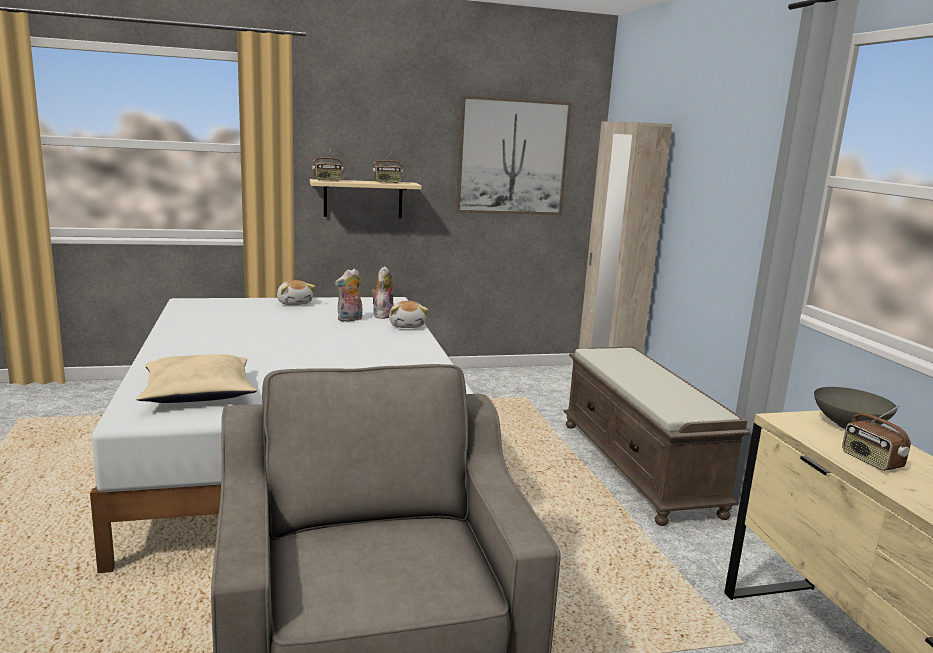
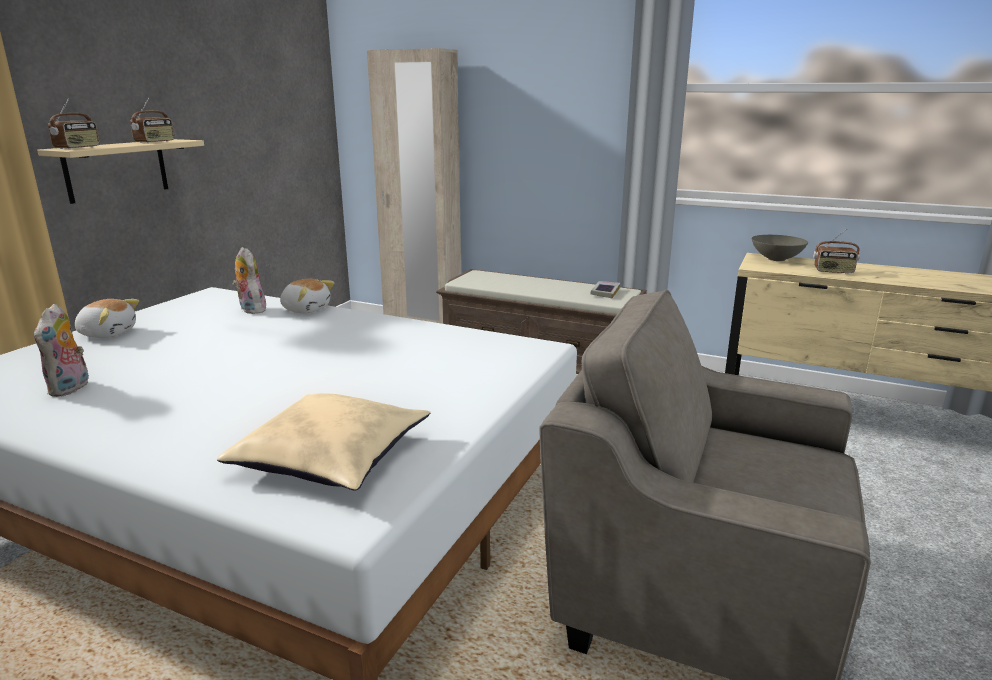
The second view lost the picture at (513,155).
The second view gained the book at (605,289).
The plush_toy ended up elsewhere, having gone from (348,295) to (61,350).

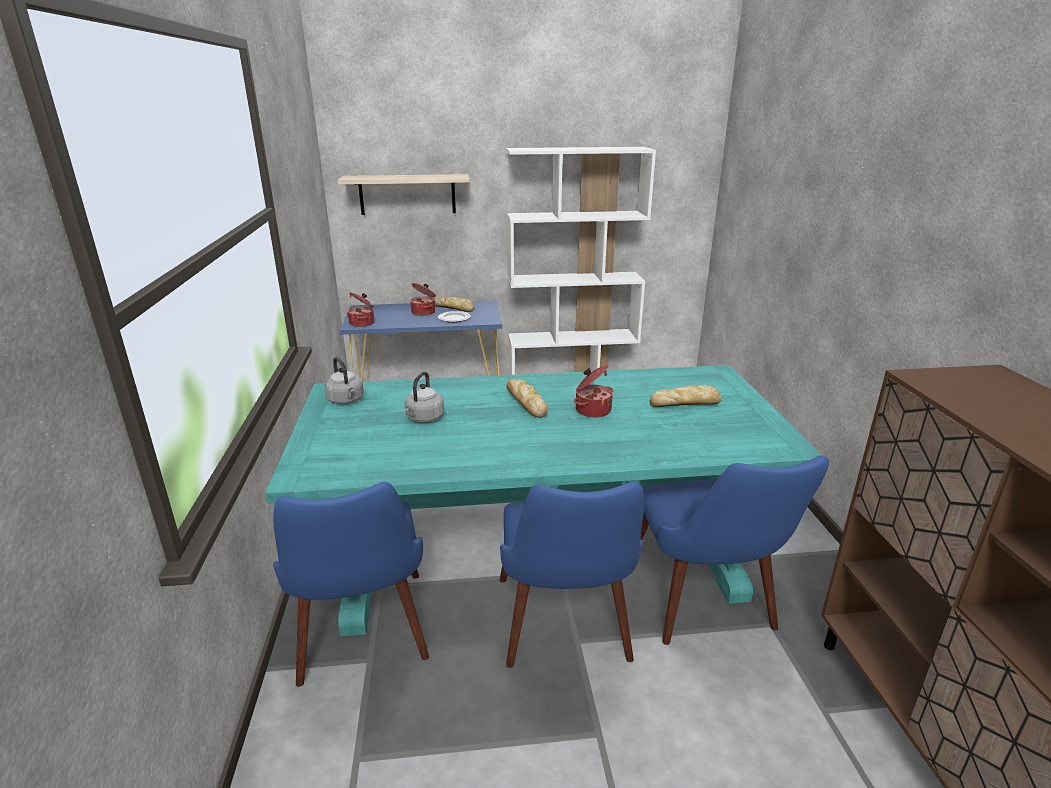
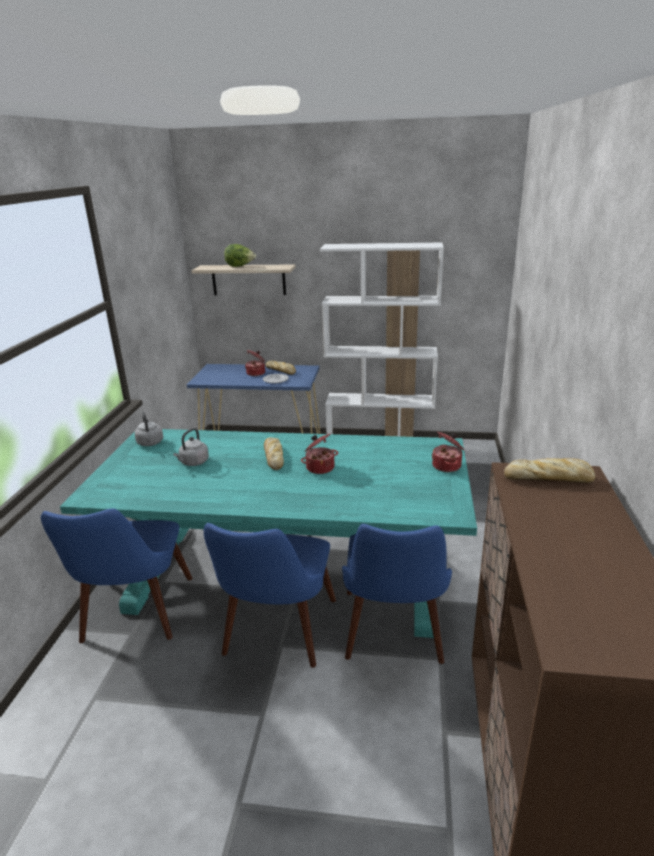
The second view gained the lettuce at (240,255).
The cooking_pot ended up elsewhere, having gone from (360,309) to (448,452).
The bread ended up elsewhere, having gone from (685,396) to (549,470).

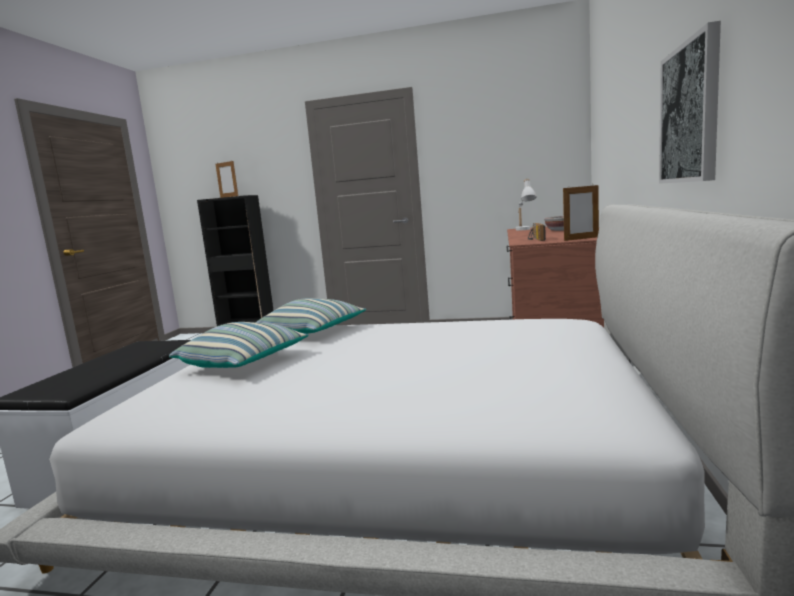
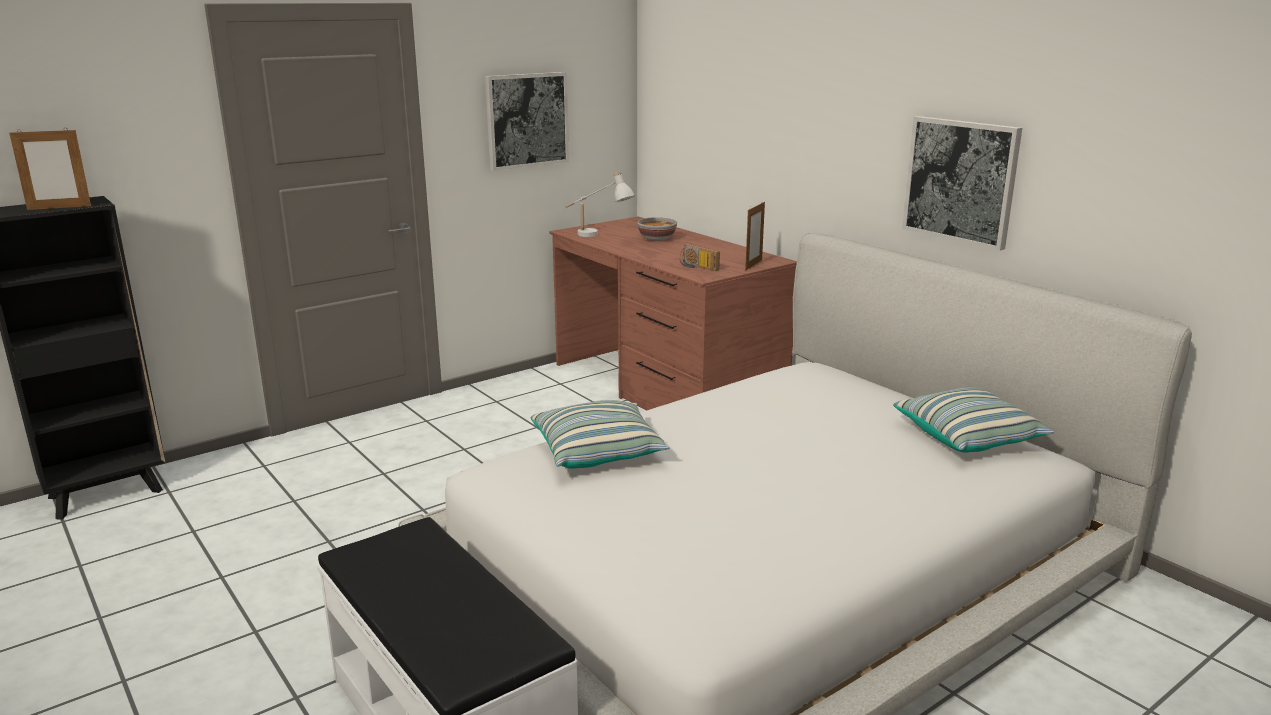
The second view gained the picture at (527,121).
The pillow ended up elsewhere, having gone from (239,345) to (974,420).

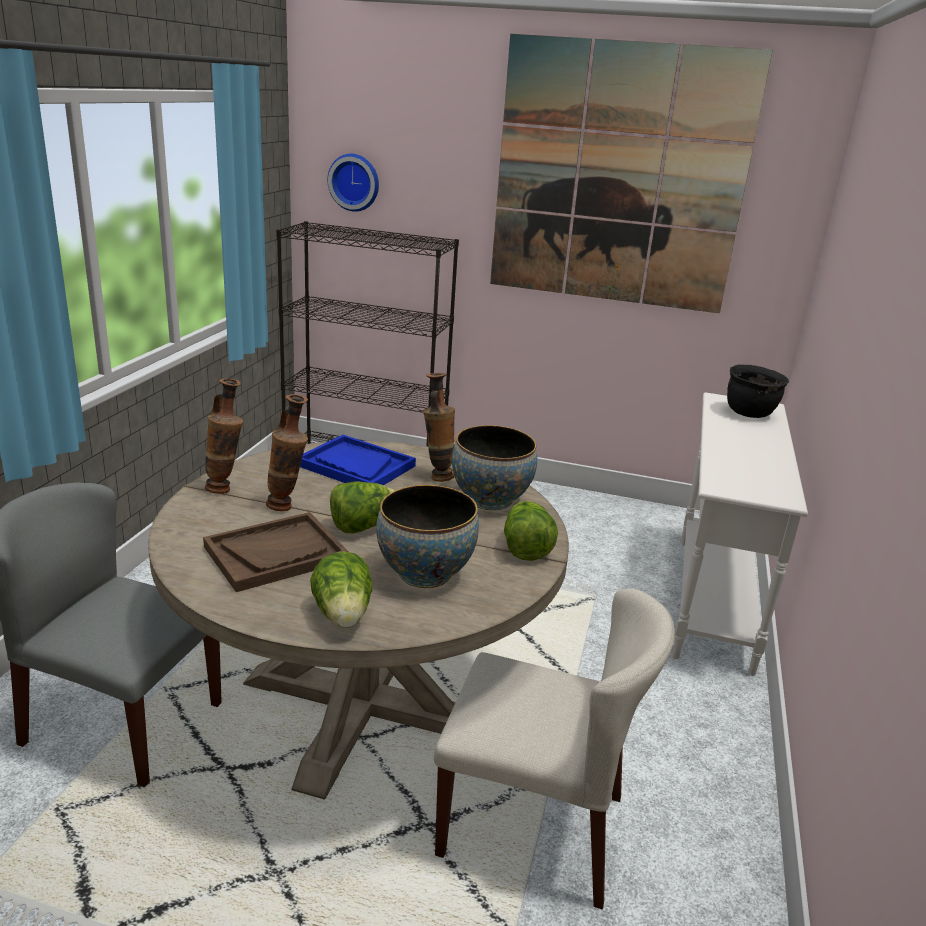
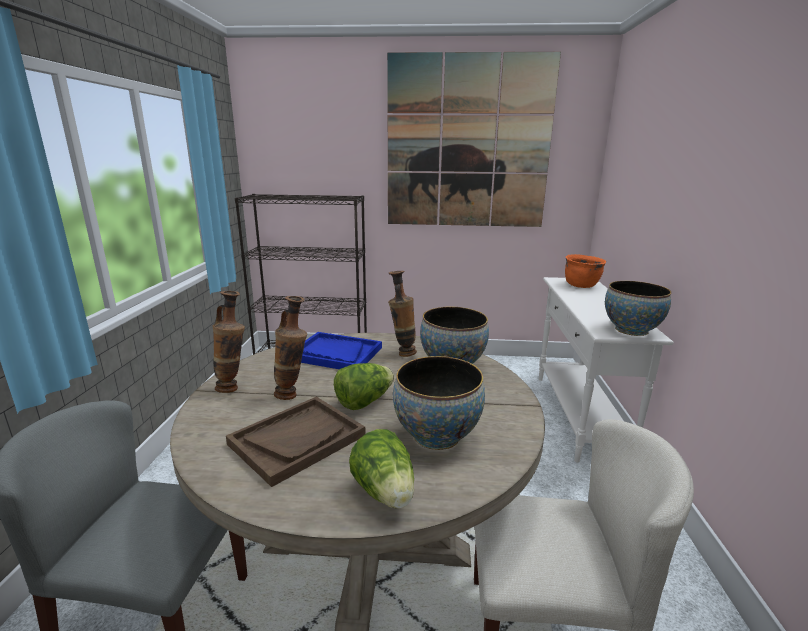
The second view lost the wall_clock at (353,183).
The second view lost the lettuce at (531,531).
The second view gained the bowl at (638,308).
What was the black_cooking_pot at (758,391) turned into the orange_cooking_pot at (585,271).

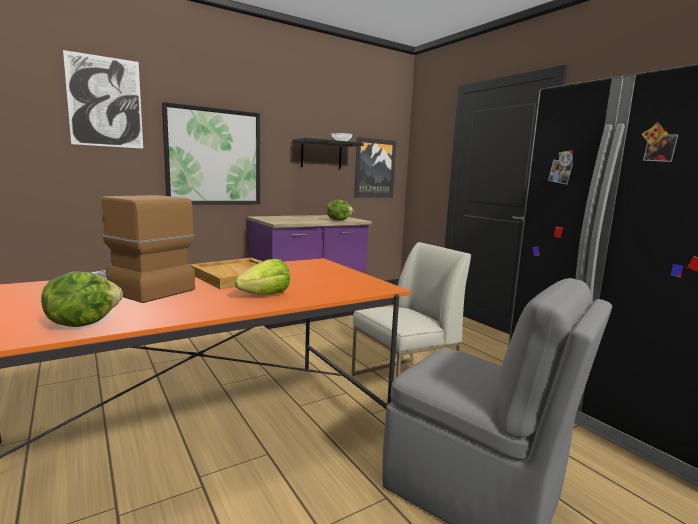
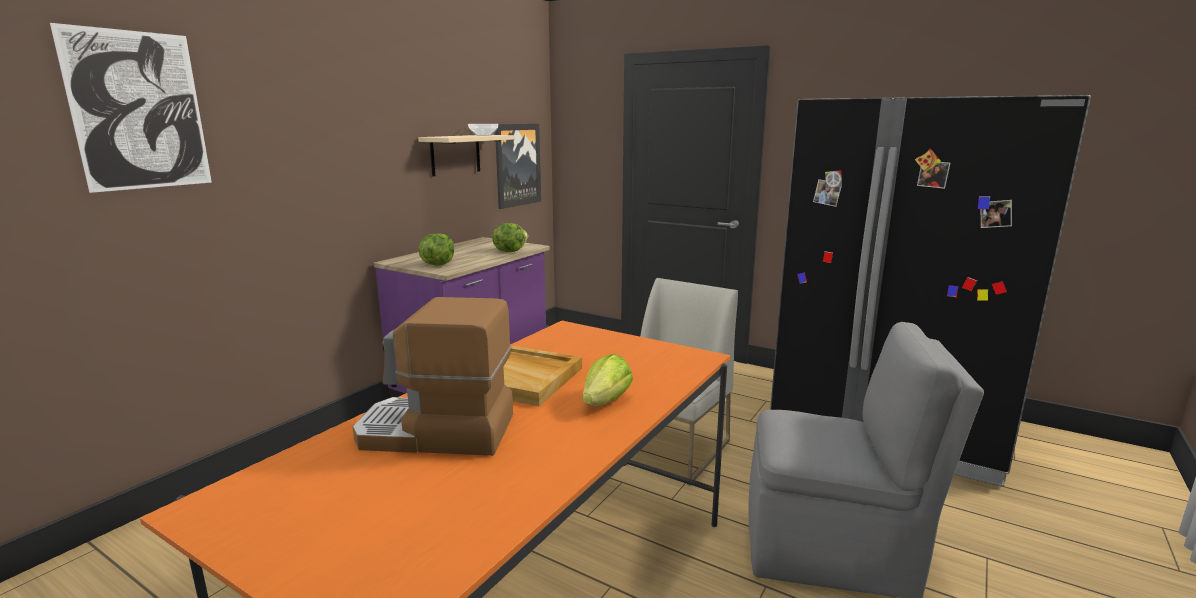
The second view lost the picture at (211,153).
The lettuce ended up elsewhere, having gone from (82,299) to (436,249).
What was the black_shelf at (328,153) turned into the beige_shelf at (466,155).

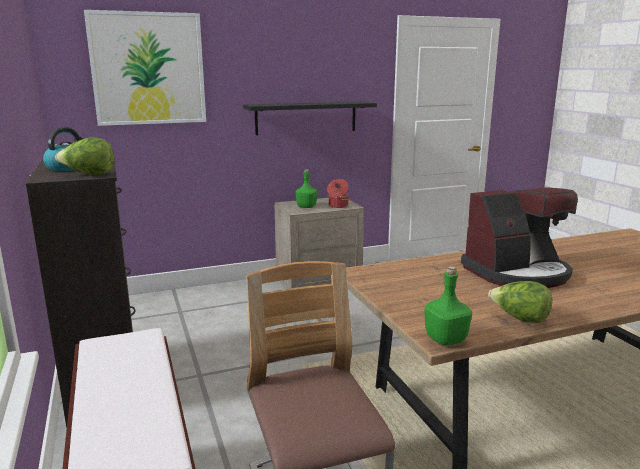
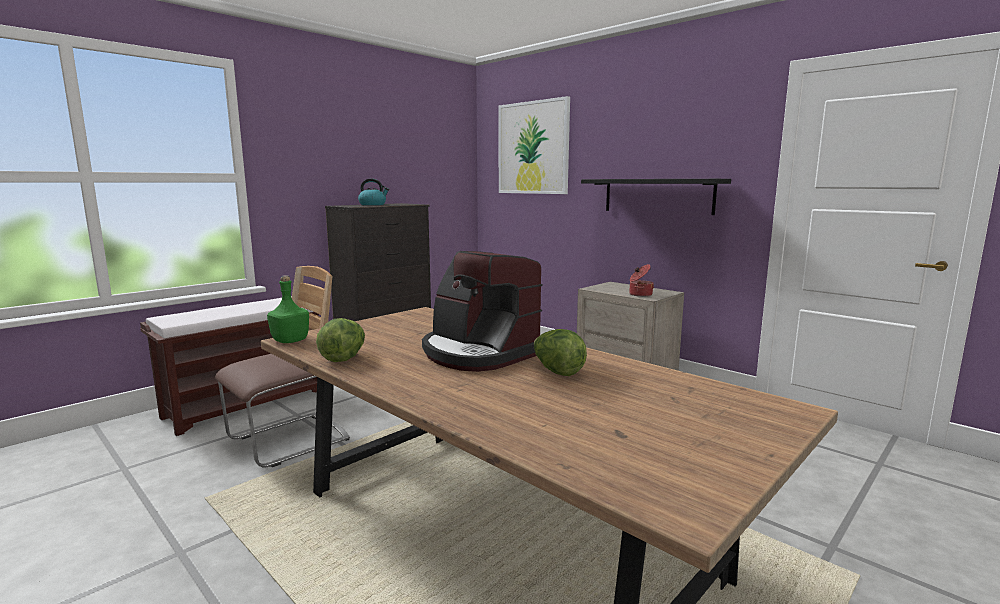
The second view lost the green_bottle at (307,188).
The lettuce ended up elsewhere, having gone from (84,156) to (560,352).

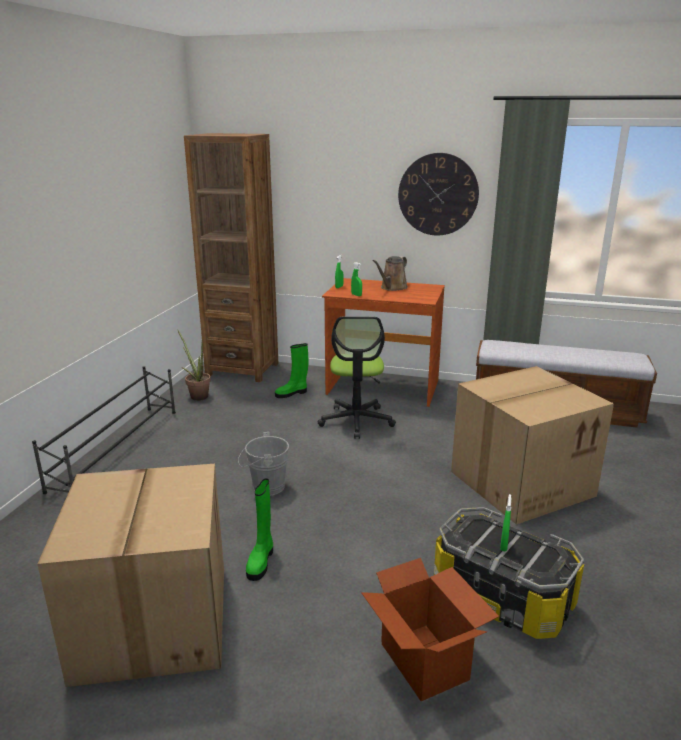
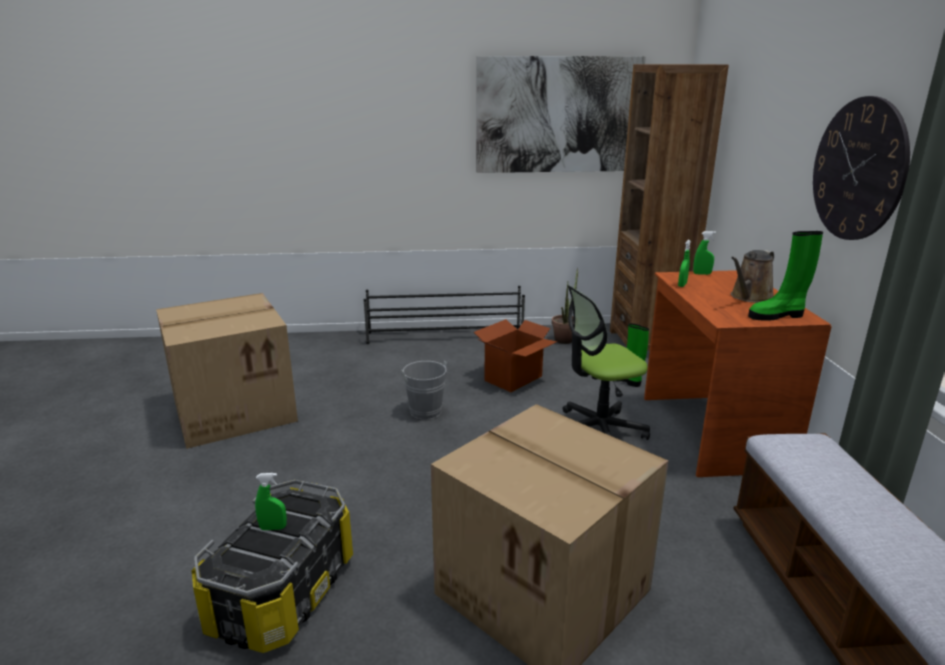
The second view gained the picture at (561,114).
The green_boot ended up elsewhere, having gone from (259,529) to (785,276).
The cardboard_box ended up elsewhere, having gone from (430,629) to (515,355).
The brown_watering_can at (390,273) ended up facing another way, 60 degrees counterclockwise from before.

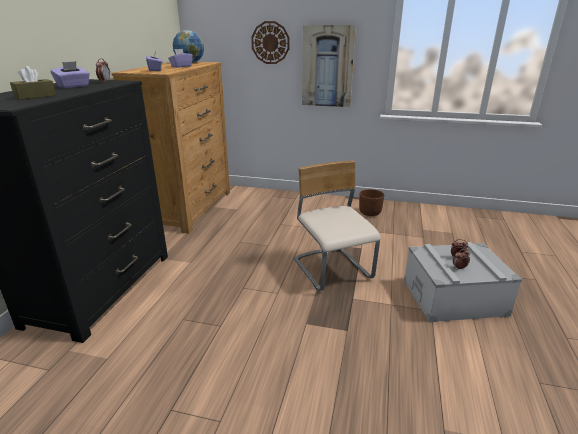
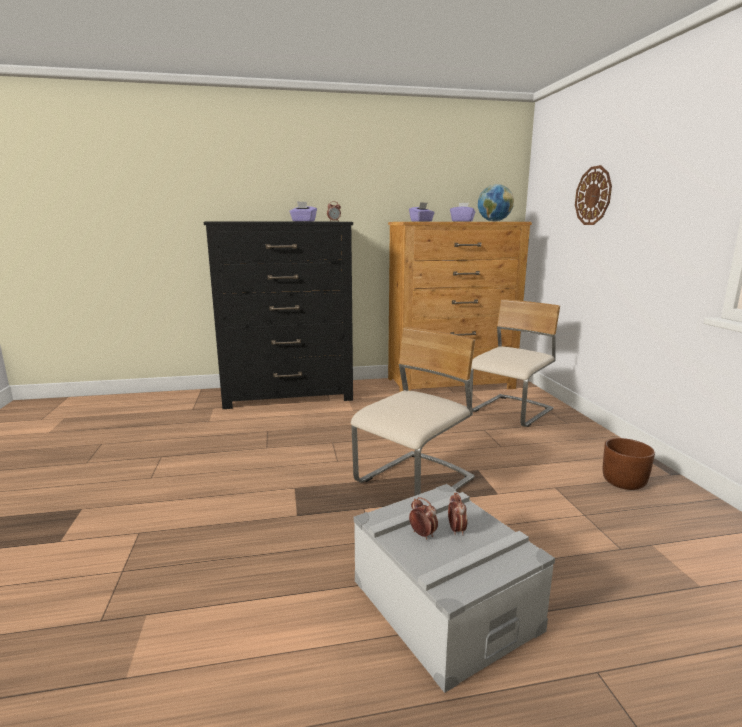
The second view lost the brown_tissue_box at (33,83).
The second view lost the picture at (329,66).
The second view gained the beige_chair at (515,363).

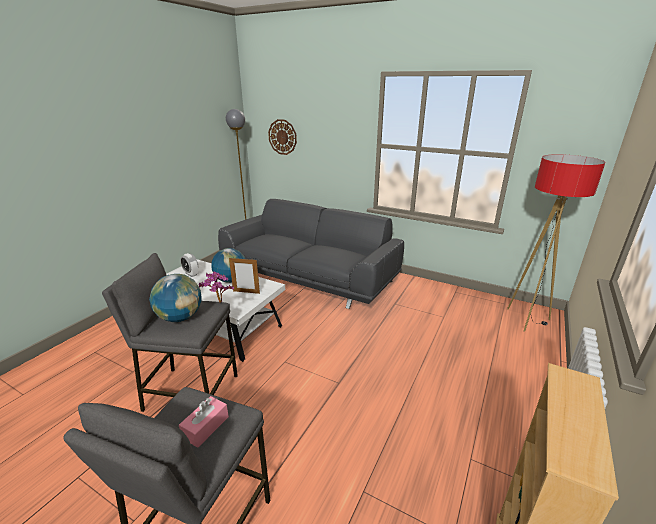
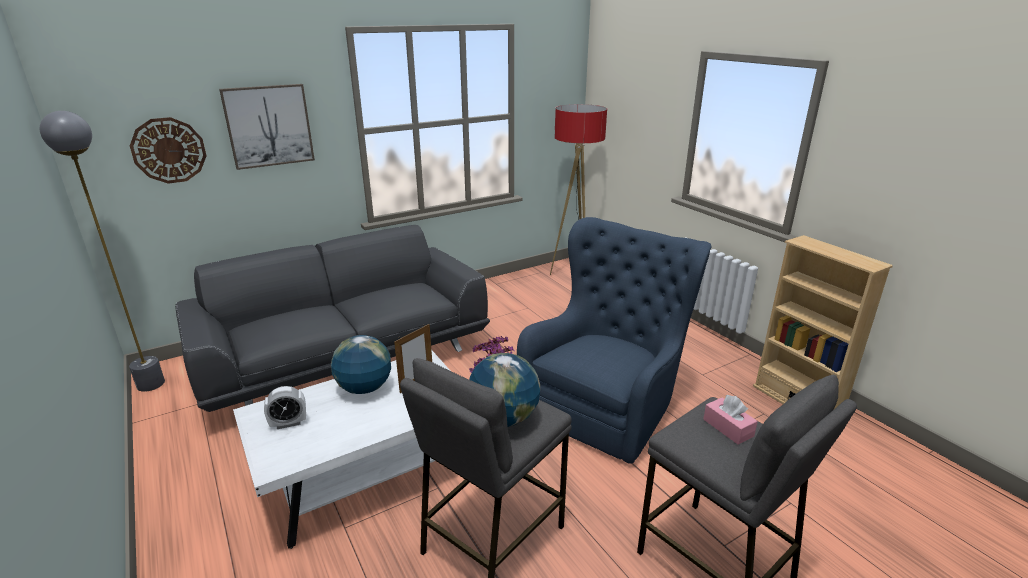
The second view gained the picture at (267,127).
The second view gained the blue_armchair at (614,340).

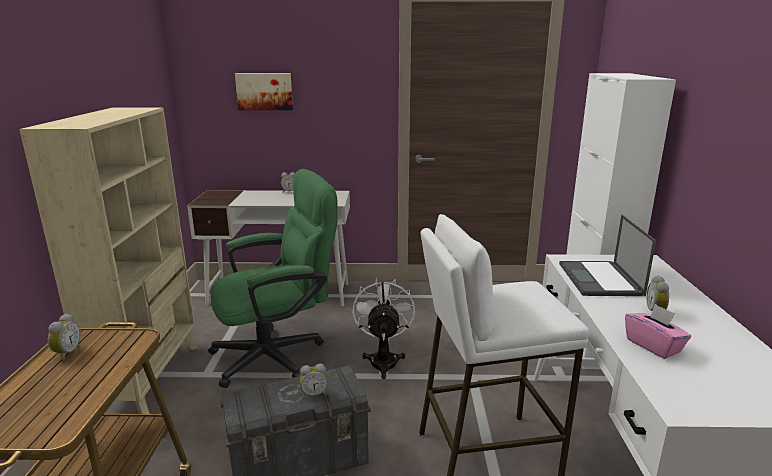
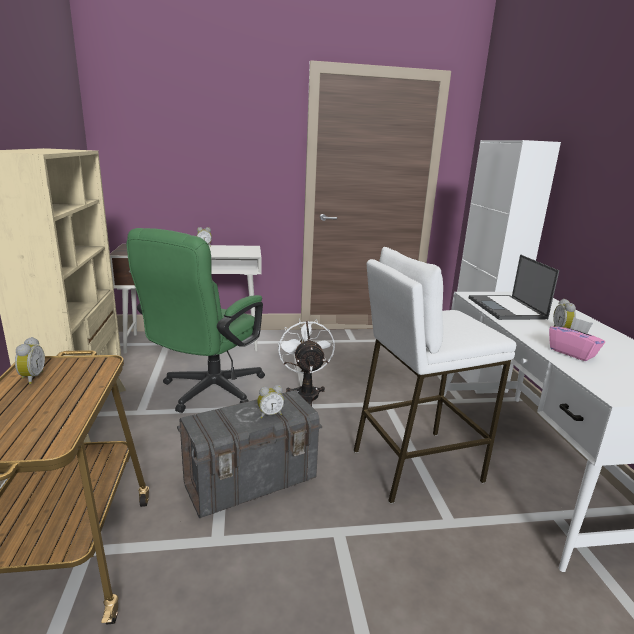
The second view lost the picture at (264,91).
The green_office_chair at (273,278) ended up facing another way, 150 degrees clockwise from before.

